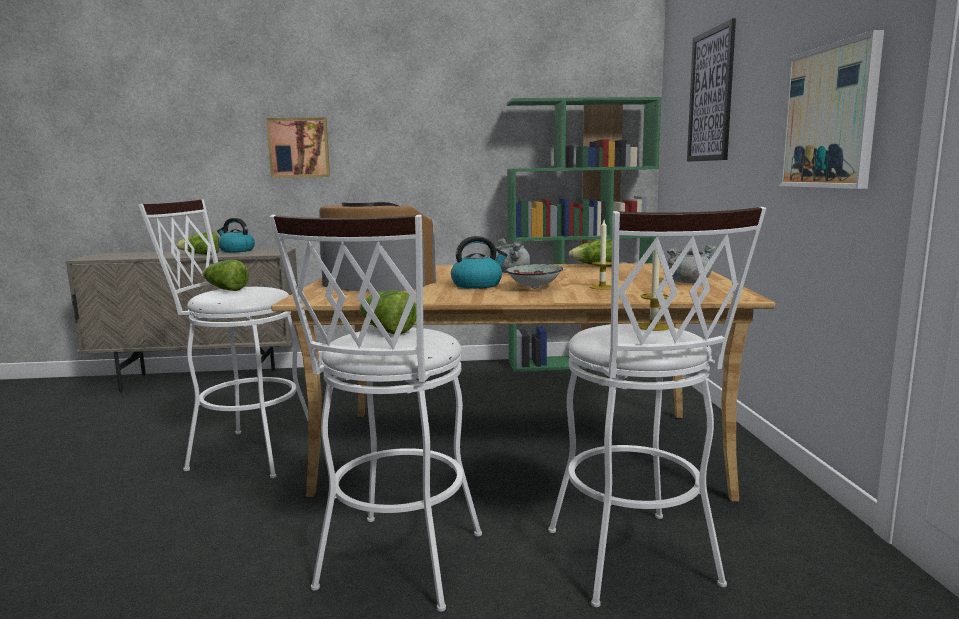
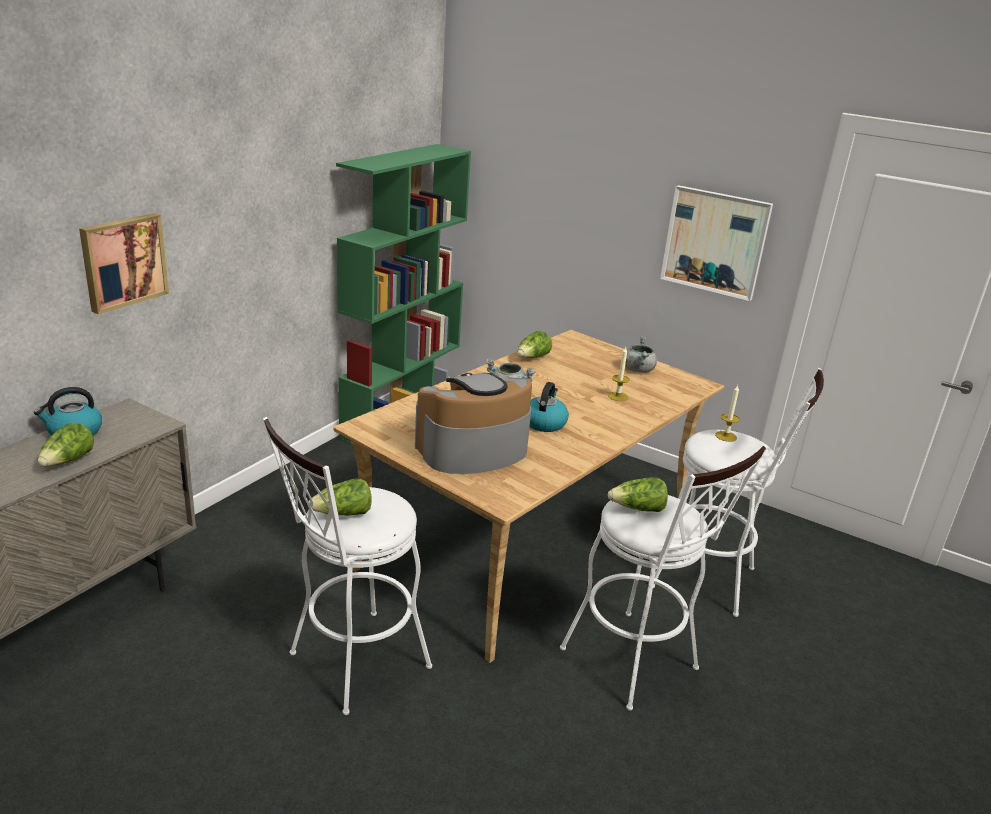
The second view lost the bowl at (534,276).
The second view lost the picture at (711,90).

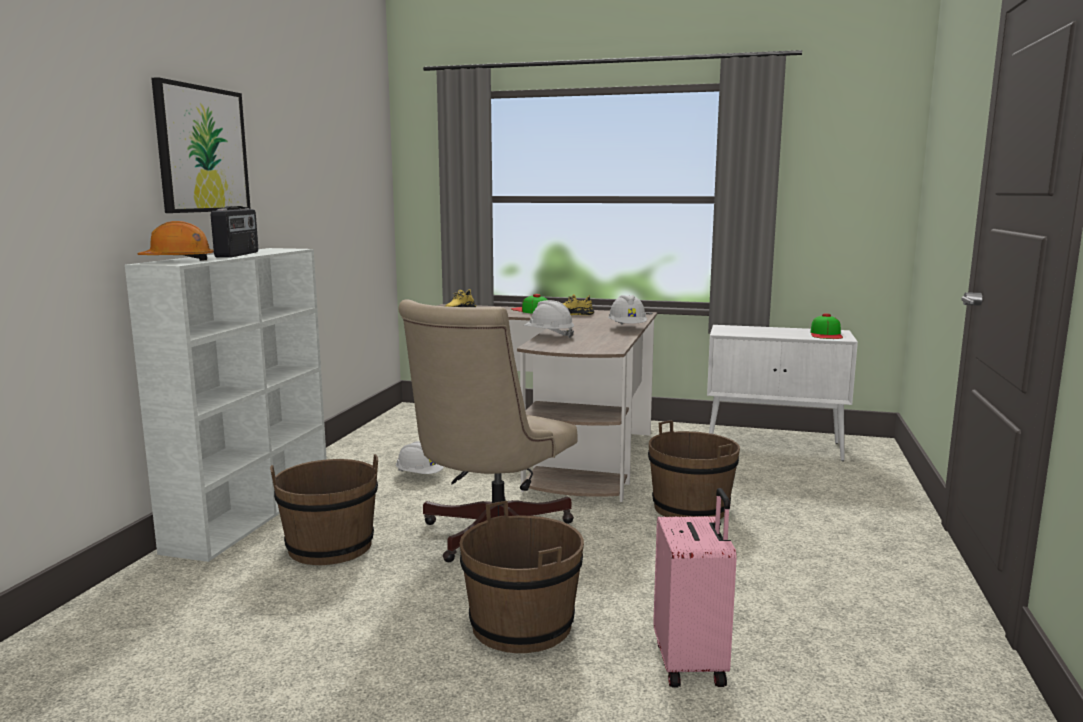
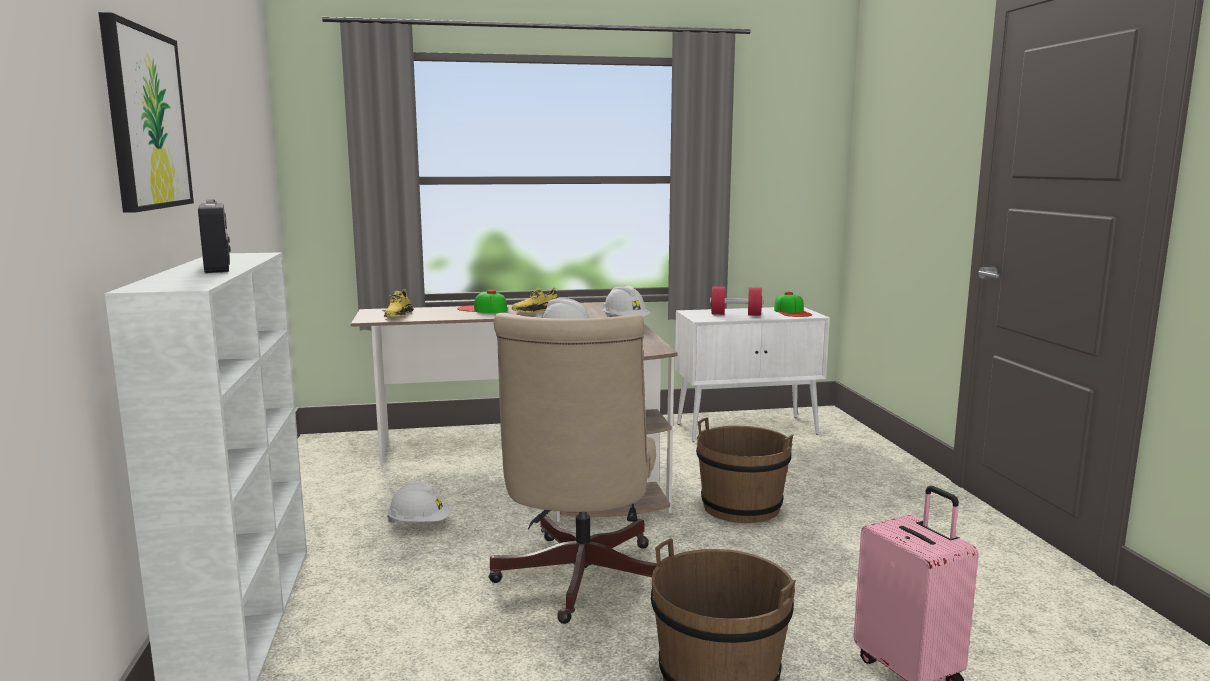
The second view lost the orange_hard_hat at (175,241).
The second view lost the brown_bucket at (324,509).
The second view gained the red_dumbbell at (737,301).

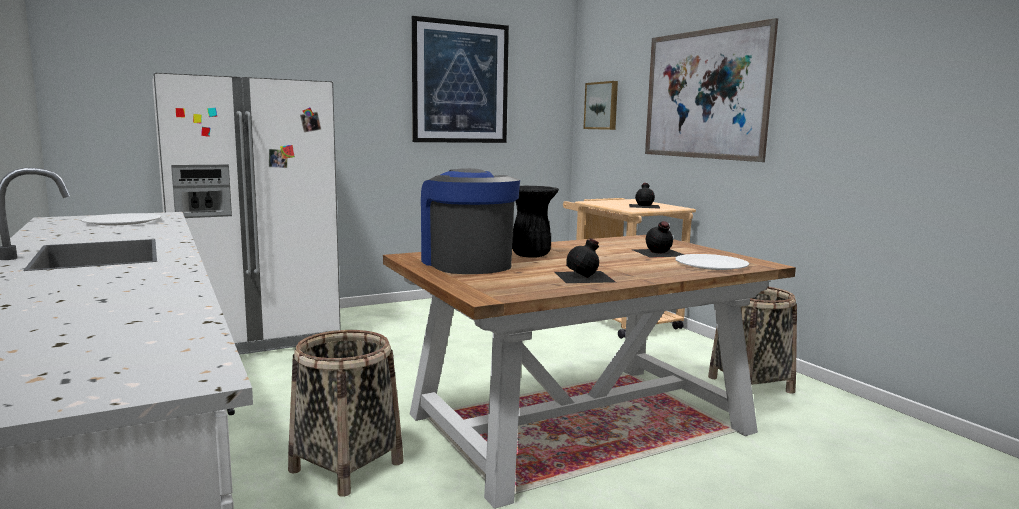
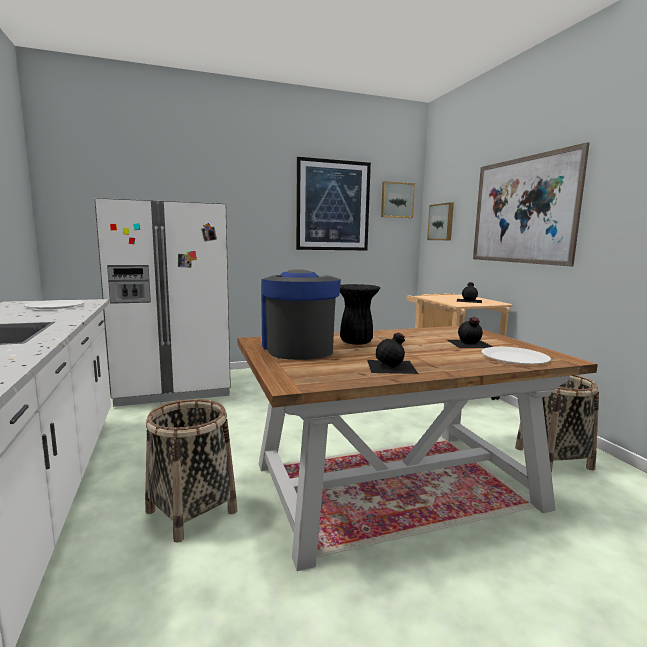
The second view gained the picture at (398,199).

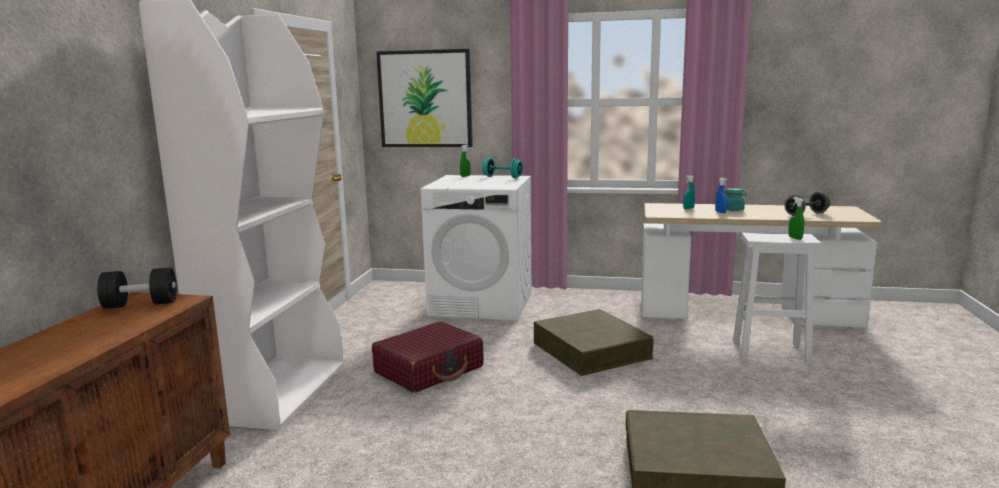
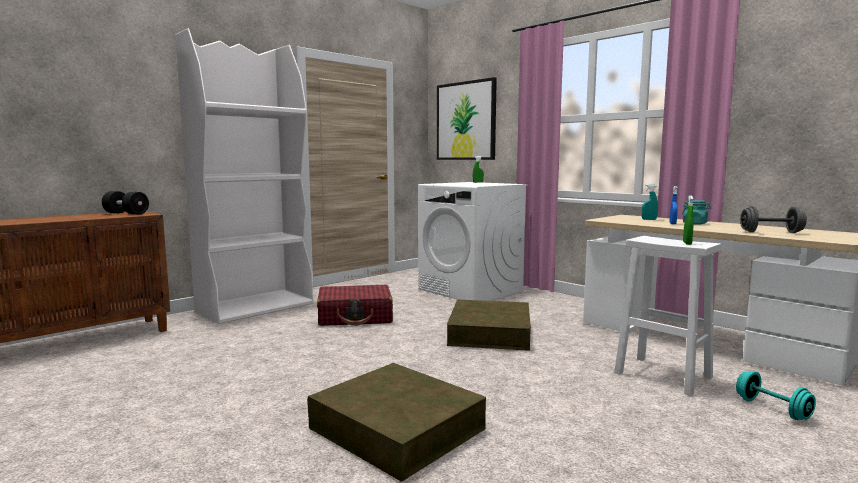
The turquoise_dumbbell ended up elsewhere, having gone from (502,168) to (776,395).

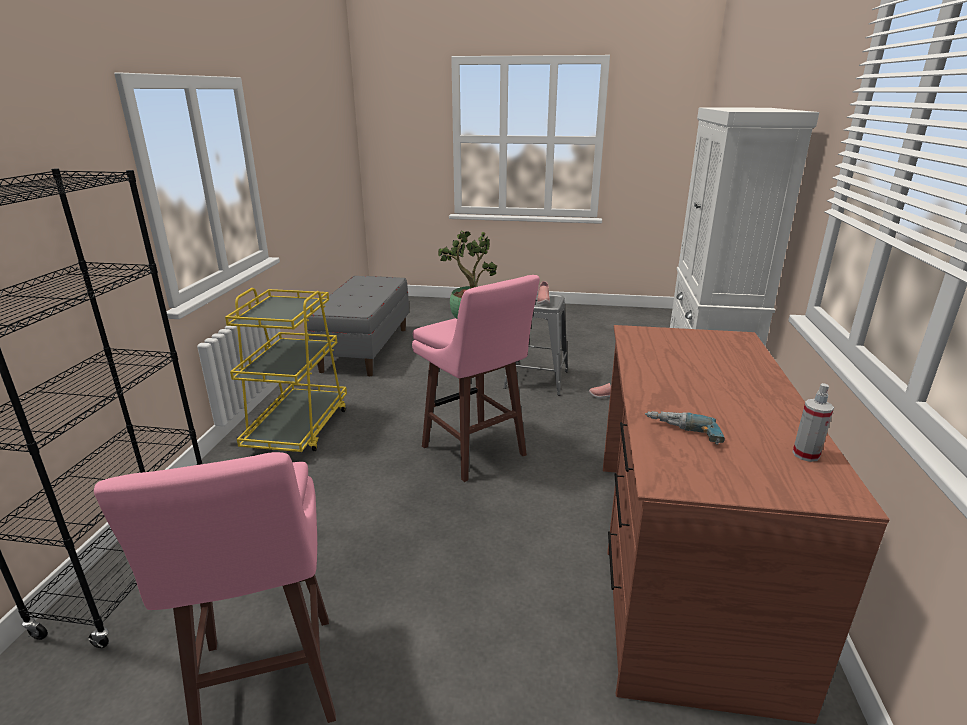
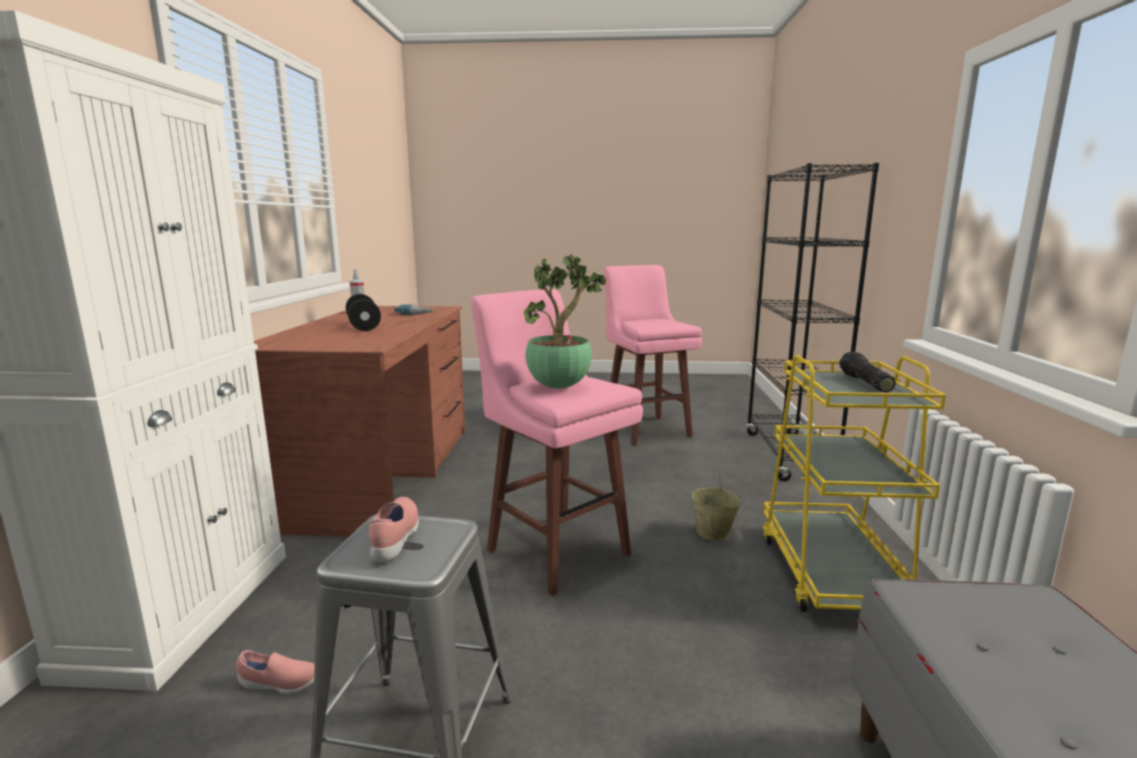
The second view gained the black_dumbbell at (363,312).
The second view gained the beige_bucket at (716,506).
The second view gained the flashlight at (867,372).

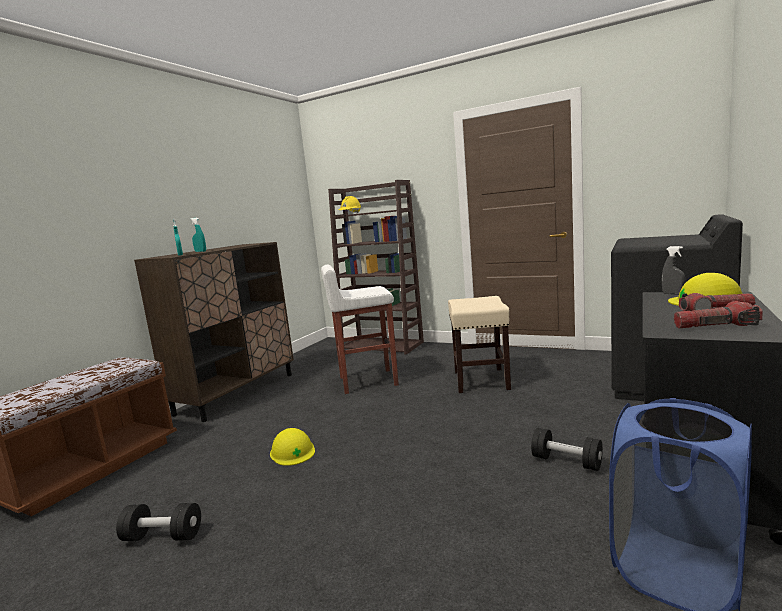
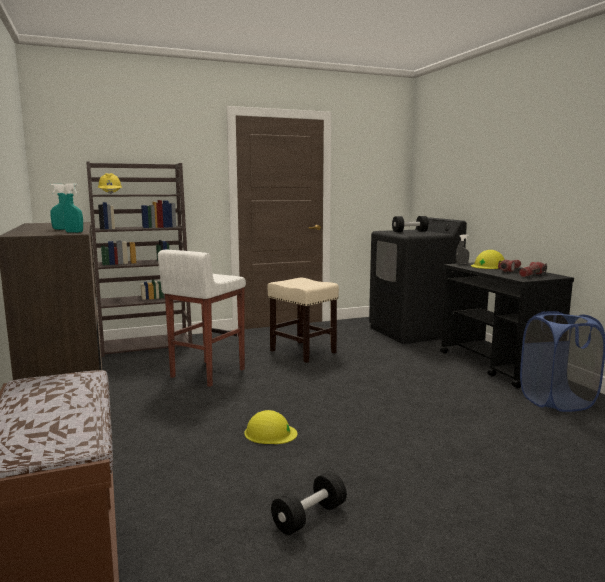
The black_dumbbell ended up elsewhere, having gone from (567,449) to (410,224).

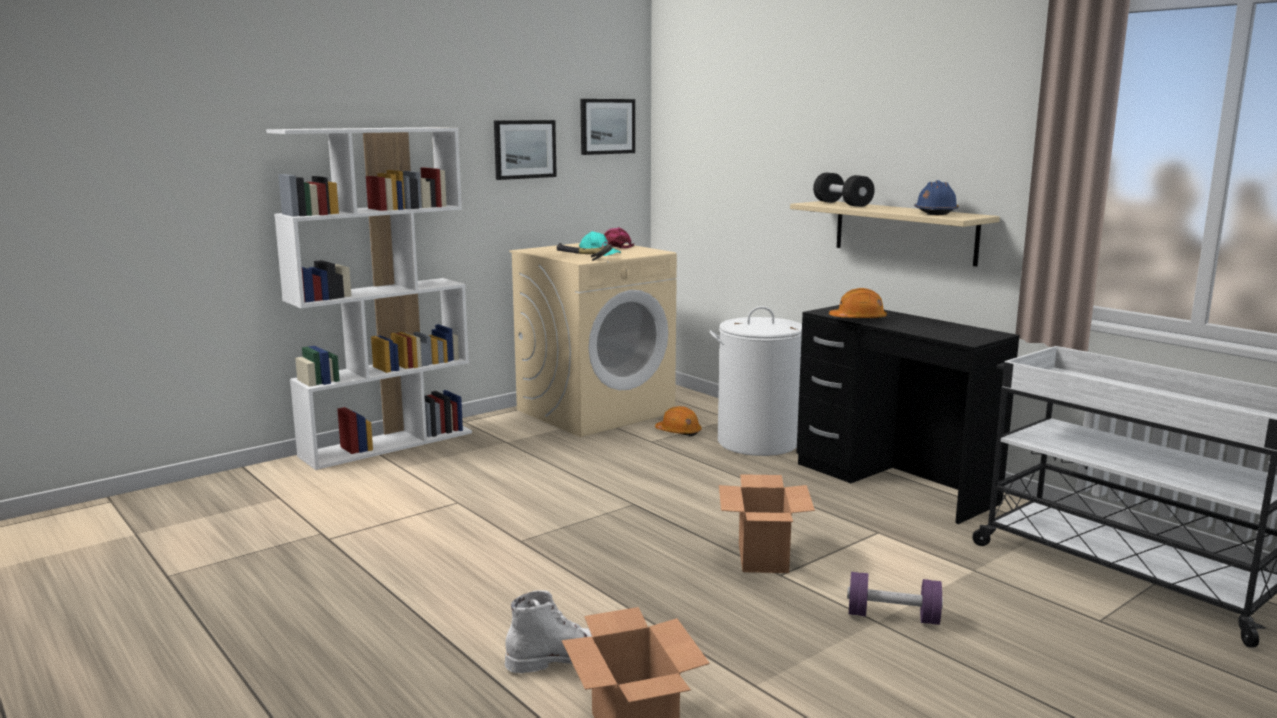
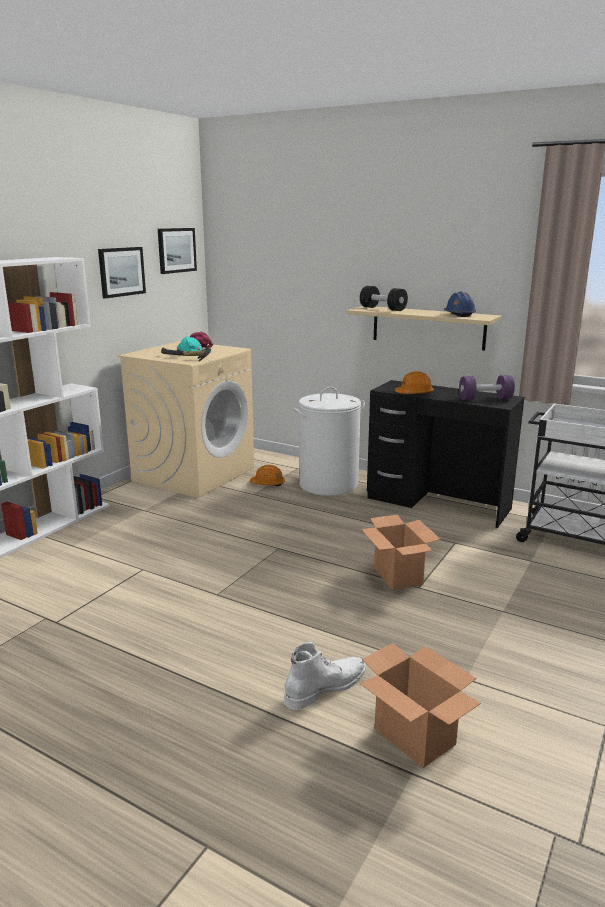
The purple_dumbbell ended up elsewhere, having gone from (895,598) to (487,387).

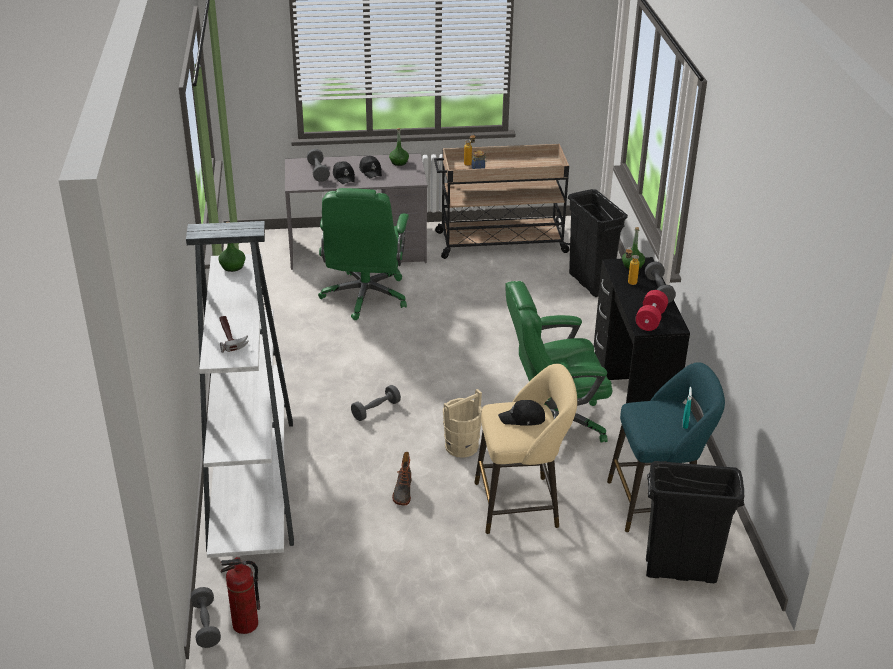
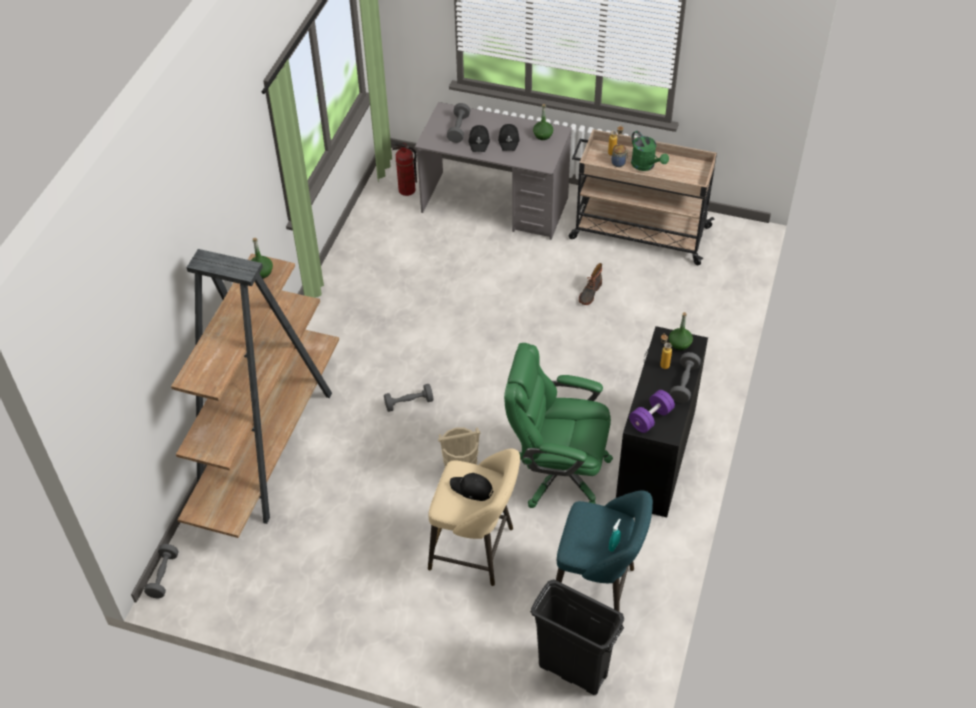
The second view lost the hammer at (233,334).
The second view lost the green_office_chair at (363,254).
The second view lost the black_trash_can at (598,243).
The second view gained the green_watering_can at (650,151).
The fire_extinguisher ended up elsewhere, having gone from (240,595) to (404,169).
The boot ended up elsewhere, having gone from (401,478) to (590,284).
What was the white_bookcase at (240,389) turned into the brown_bookcase at (255,393).
What was the red_dumbbell at (651,310) turned into the purple_dumbbell at (652,411).

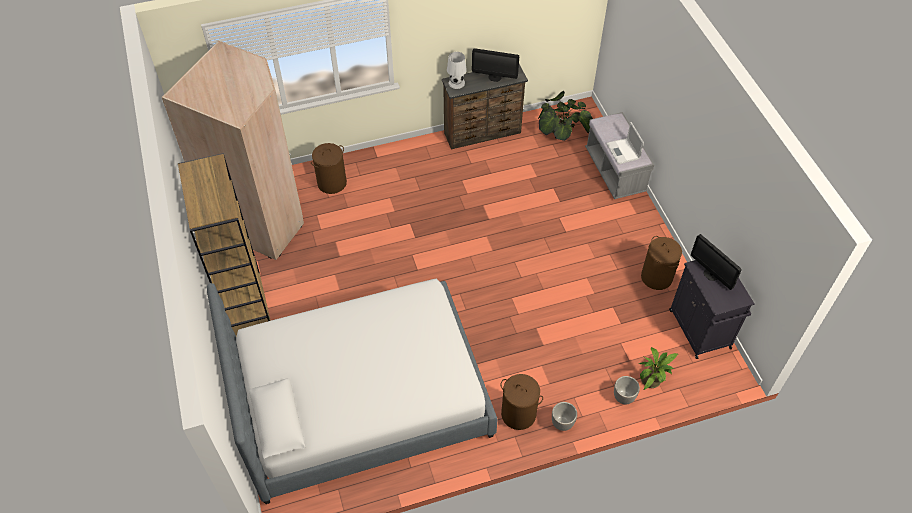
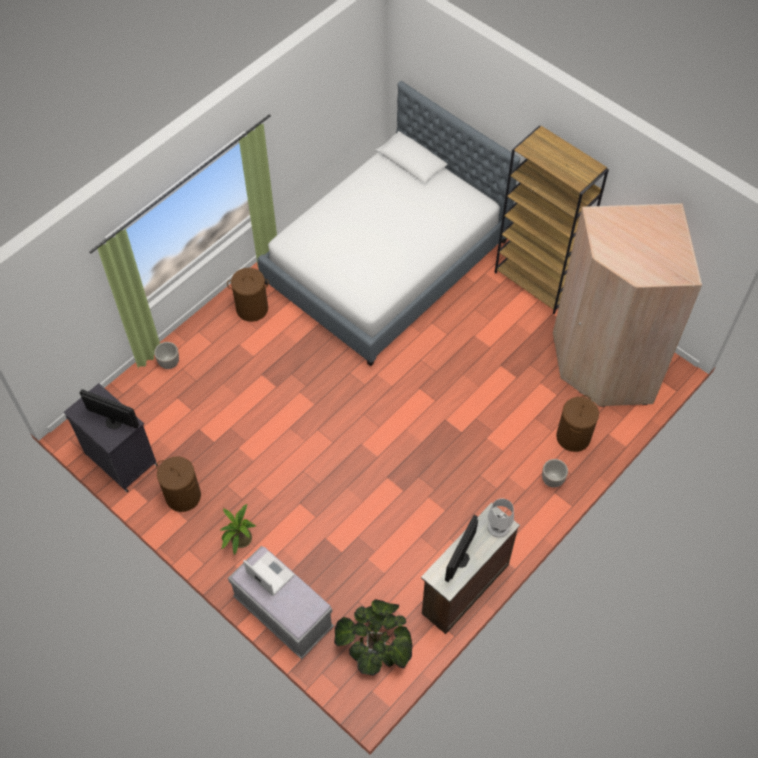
The planter ended up elsewhere, having gone from (564,416) to (555,473).
The potted_plant ended up elsewhere, having gone from (658,368) to (237,529).
The monitor at (495,65) ended up facing another way, 45 degrees counterclockwise from before.

